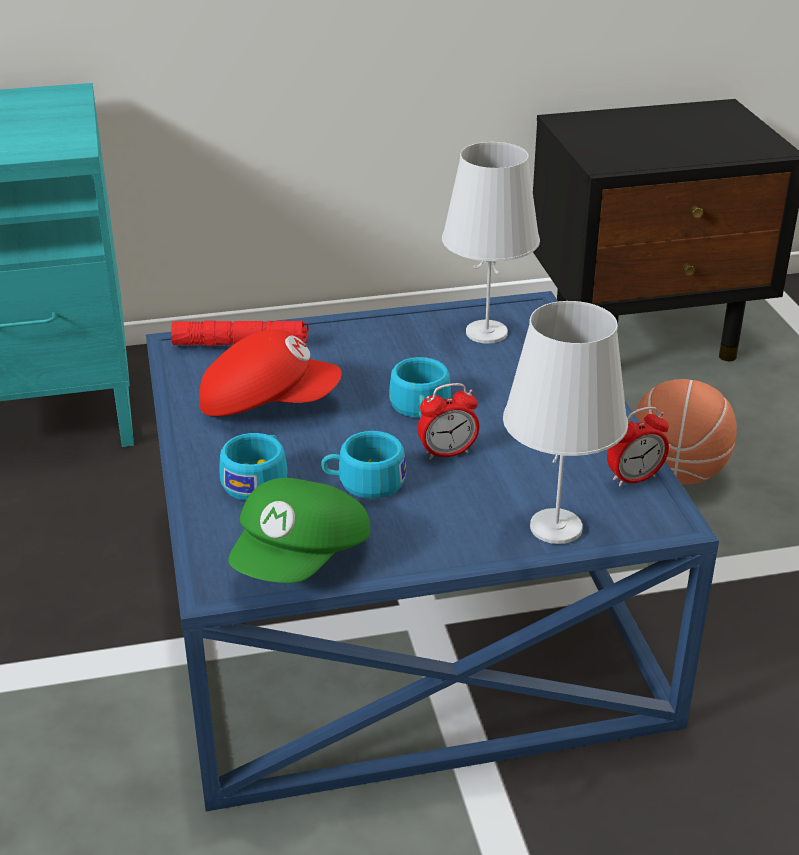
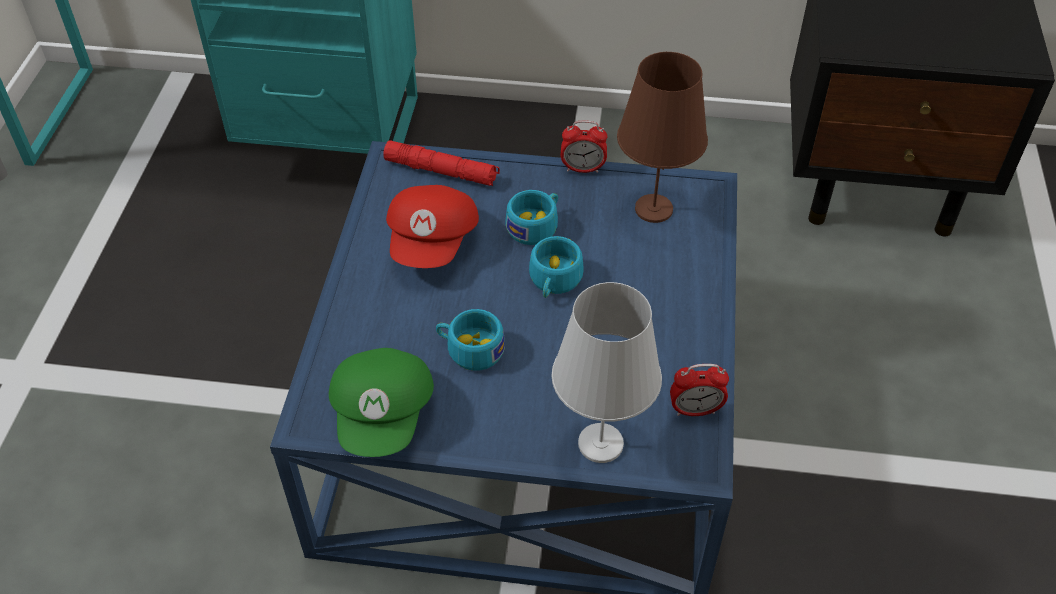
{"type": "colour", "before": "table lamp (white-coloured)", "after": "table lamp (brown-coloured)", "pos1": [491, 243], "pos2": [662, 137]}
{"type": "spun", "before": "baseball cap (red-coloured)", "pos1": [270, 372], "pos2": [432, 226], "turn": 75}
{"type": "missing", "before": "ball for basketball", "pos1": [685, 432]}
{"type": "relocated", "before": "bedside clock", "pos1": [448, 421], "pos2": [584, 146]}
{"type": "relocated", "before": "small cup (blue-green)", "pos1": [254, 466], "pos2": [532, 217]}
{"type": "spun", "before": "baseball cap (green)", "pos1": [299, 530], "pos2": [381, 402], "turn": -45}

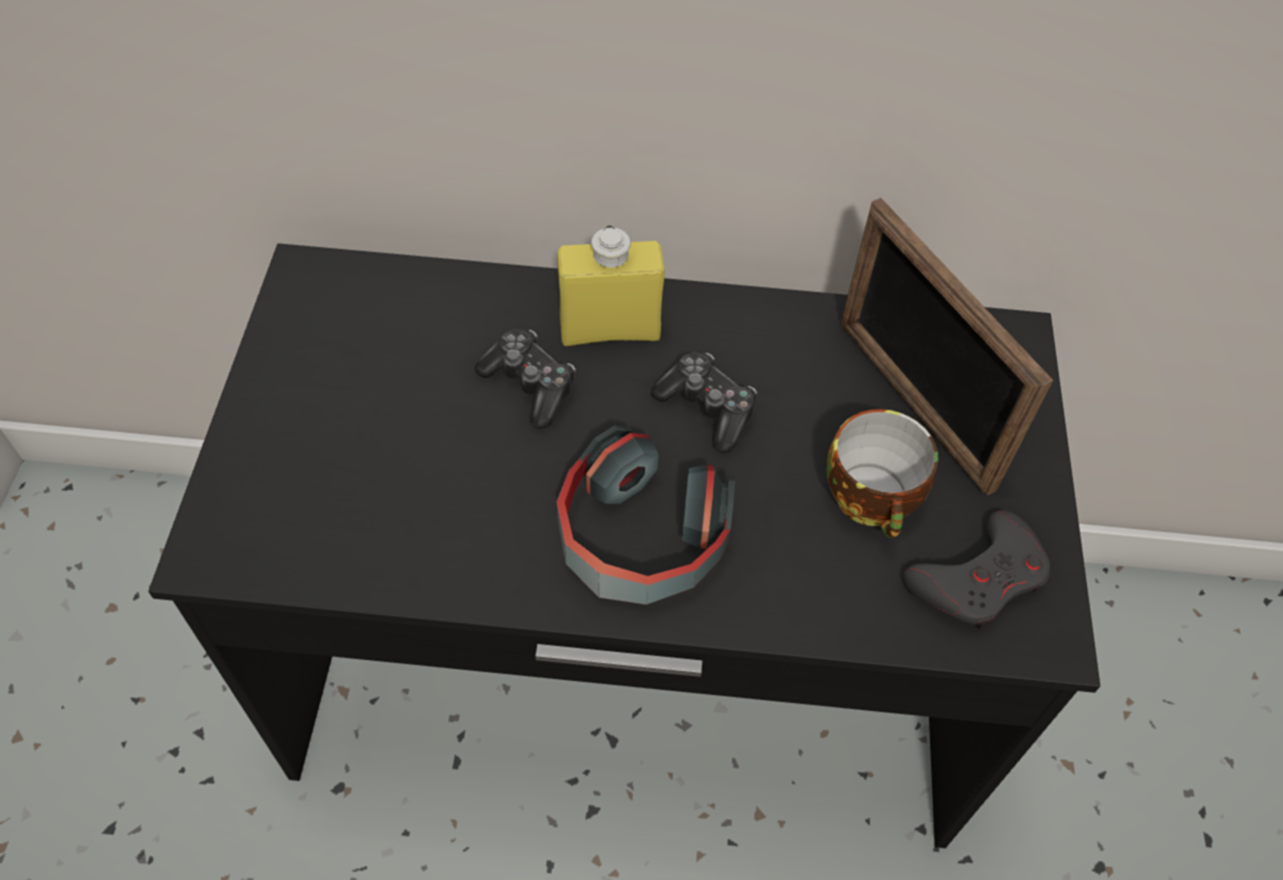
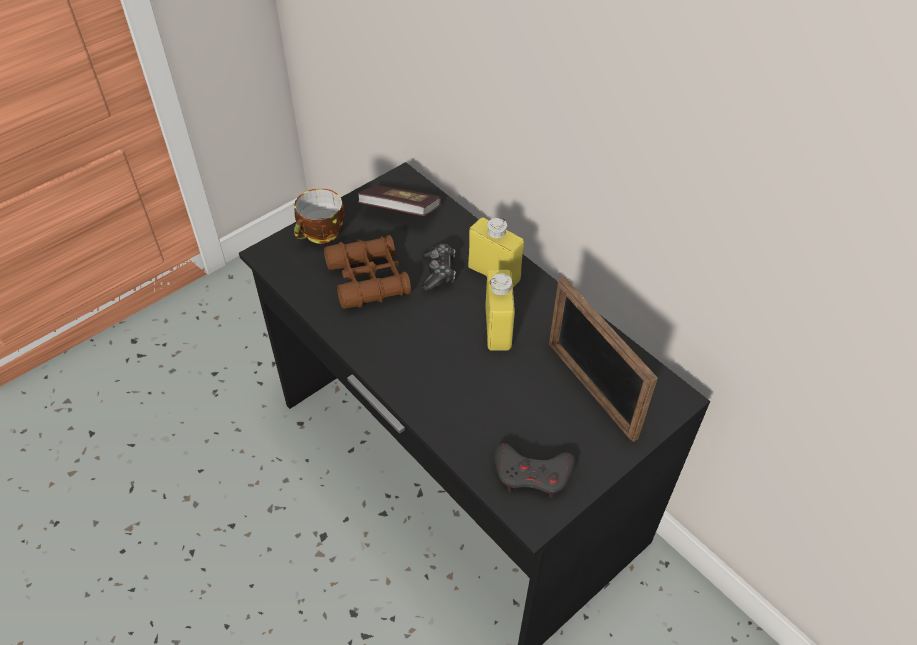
{"type": "spun", "before": "photo frame", "pos1": [947, 347], "pos2": [603, 359], "turn": -45}
{"type": "exchanged", "before": "gamepad", "after": "beverage bottle (yellow-coloured)", "pos1": [704, 402], "pos2": [500, 310]}
{"type": "relocated", "before": "small cup", "pos1": [882, 473], "pos2": [319, 216]}
{"type": "missing", "before": "headphones", "pos1": [645, 515]}
{"type": "appeared", "after": "bound book", "pos2": [399, 200]}
{"type": "appeared", "after": "binoculars (brown-coloured)", "pos2": [367, 271]}

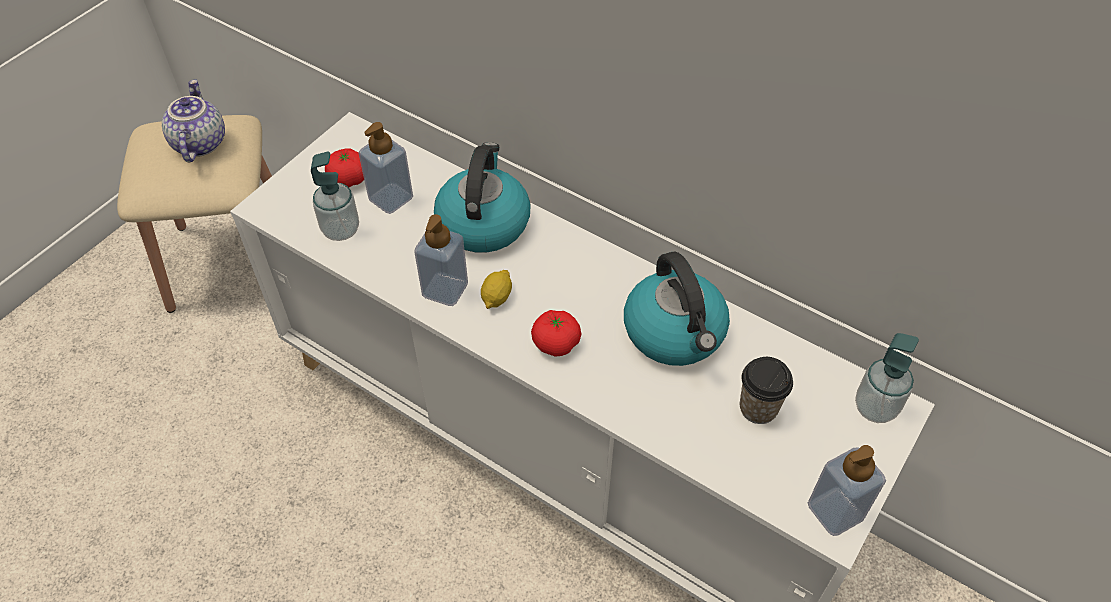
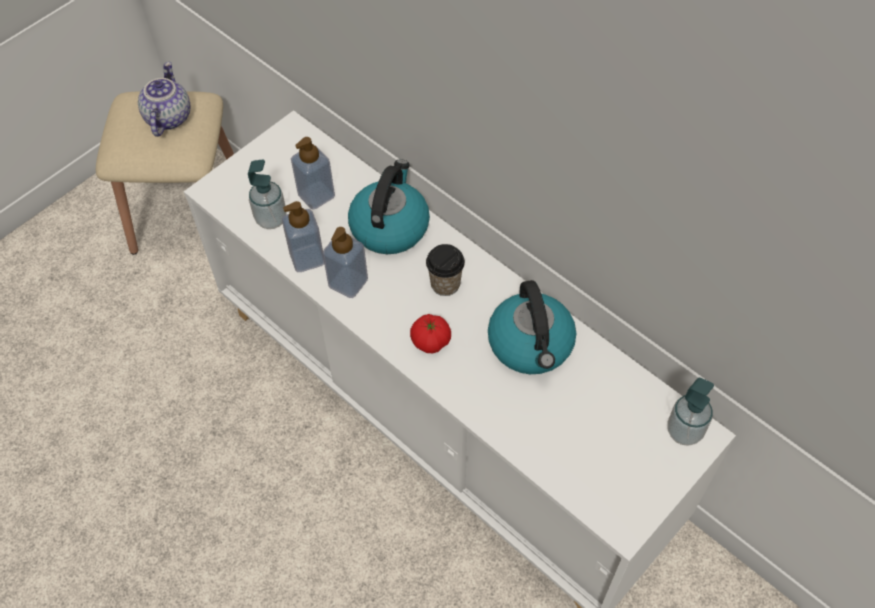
{"type": "missing", "before": "fresh tomato", "pos1": [344, 168]}
{"type": "missing", "before": "citrus fruit", "pos1": [496, 289]}
{"type": "relocated", "before": "small cup", "pos1": [766, 390], "pos2": [445, 270]}
{"type": "relocated", "before": "soap dispenser", "pos1": [847, 490], "pos2": [303, 236]}

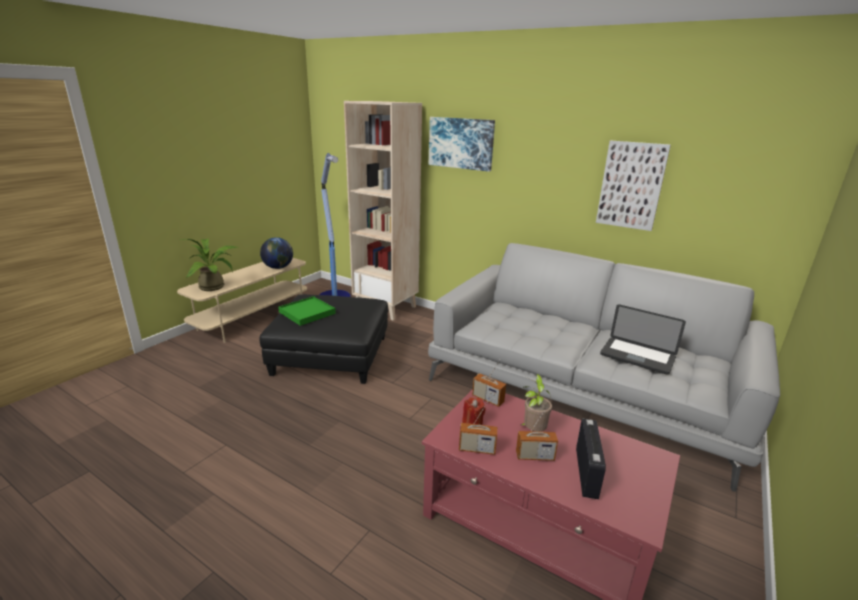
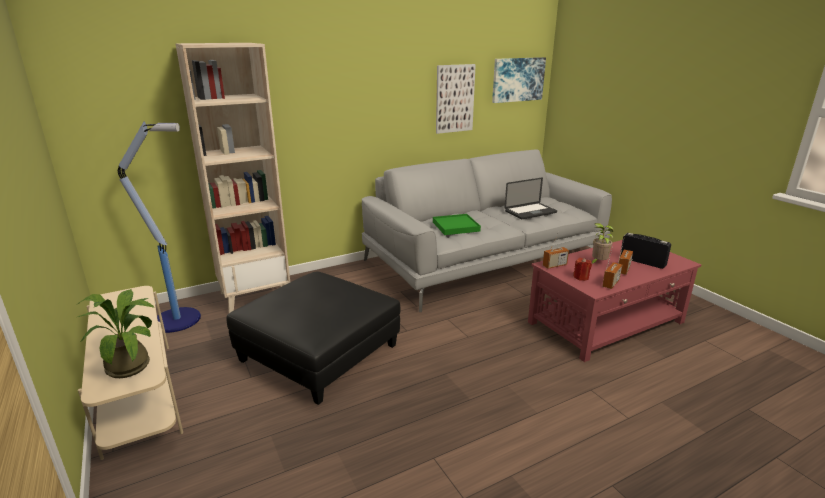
{"type": "relocated", "before": "wall art", "pos1": [462, 144], "pos2": [519, 80]}
{"type": "missing", "before": "desk globe", "pos1": [276, 253]}
{"type": "relocated", "before": "tray (green)", "pos1": [307, 311], "pos2": [457, 224]}

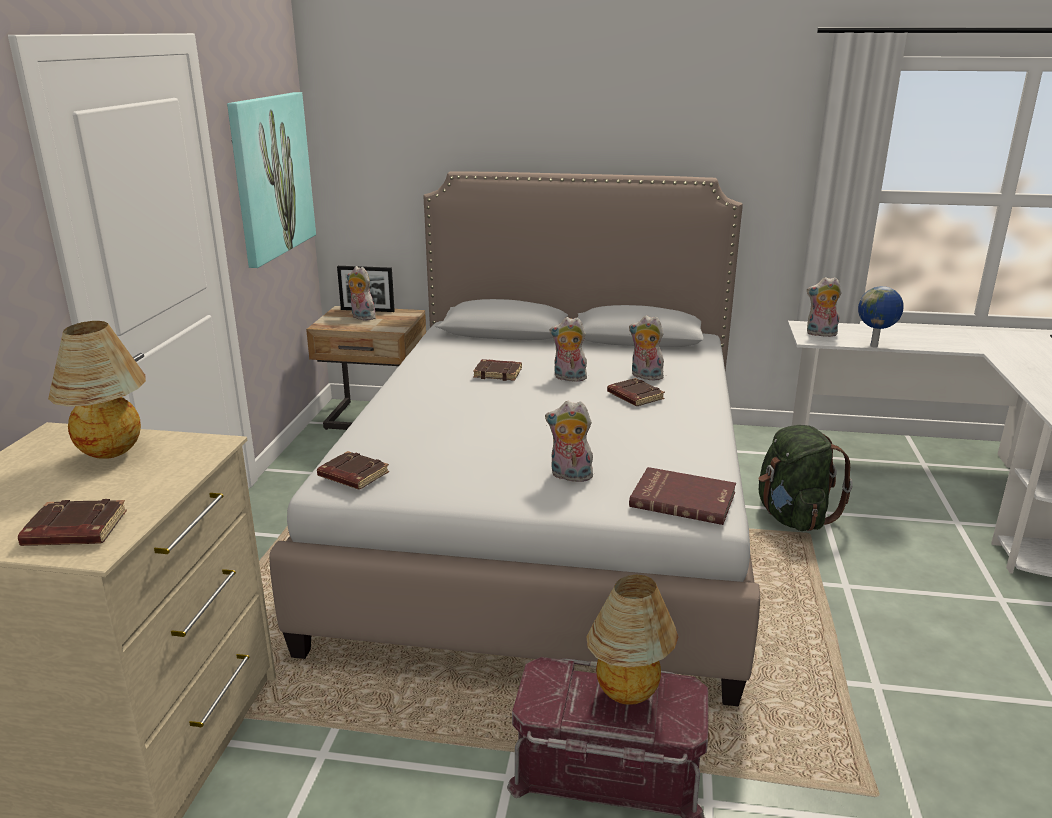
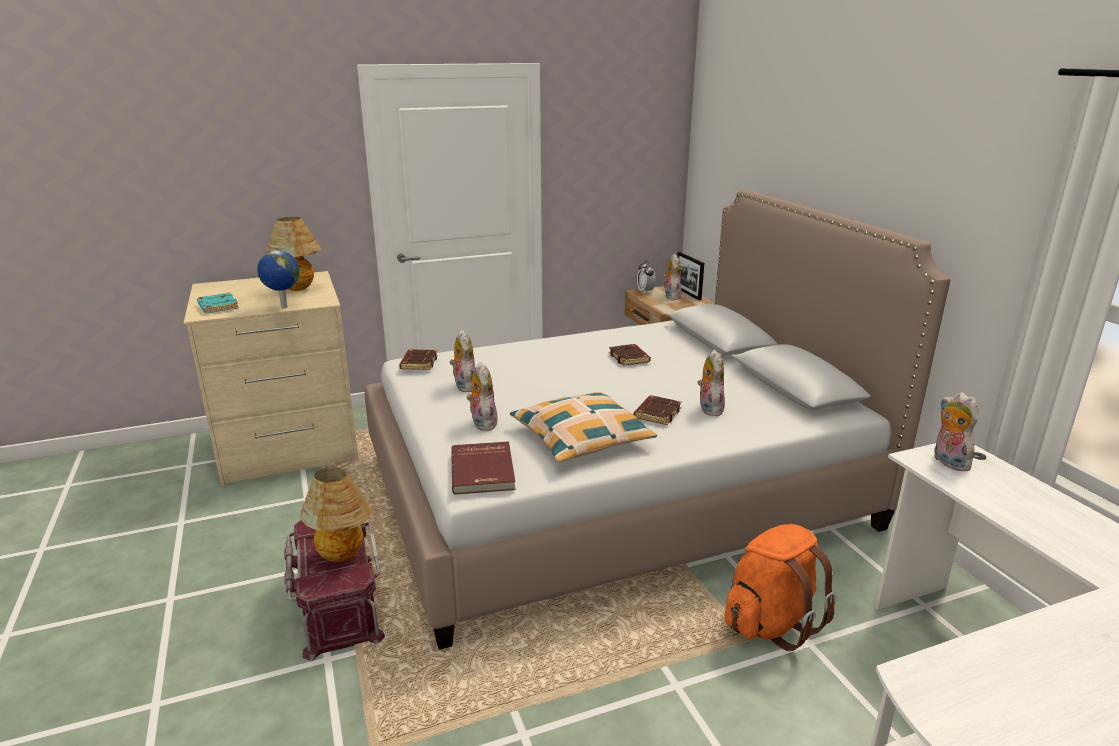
{"type": "missing", "before": "wall art", "pos1": [271, 180]}
{"type": "relocated", "before": "desk globe", "pos1": [881, 316], "pos2": [278, 279]}
{"type": "relocated", "before": "cuddly toy", "pos1": [568, 349], "pos2": [462, 361]}
{"type": "colour", "before": "rucksack (green)", "after": "rucksack (orange-coloured)", "pos1": [806, 478], "pos2": [780, 587]}
{"type": "colour", "before": "bound book (brown-coloured)", "after": "bound book (blue-green)", "pos1": [72, 522], "pos2": [218, 303]}
{"type": "appeared", "after": "bedside clock", "pos2": [646, 277]}
{"type": "appeared", "after": "cushion", "pos2": [583, 427]}

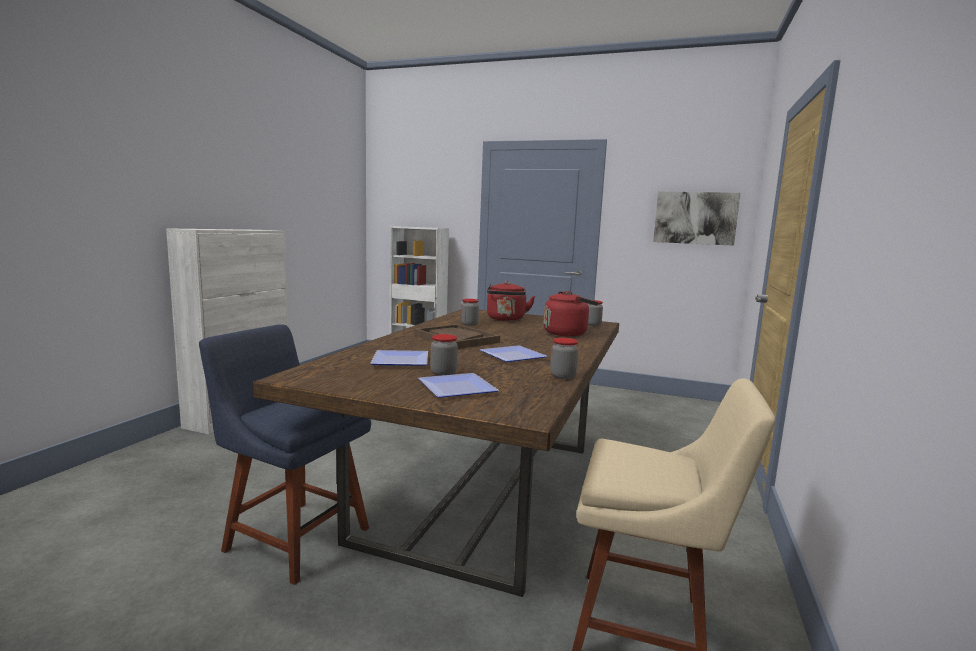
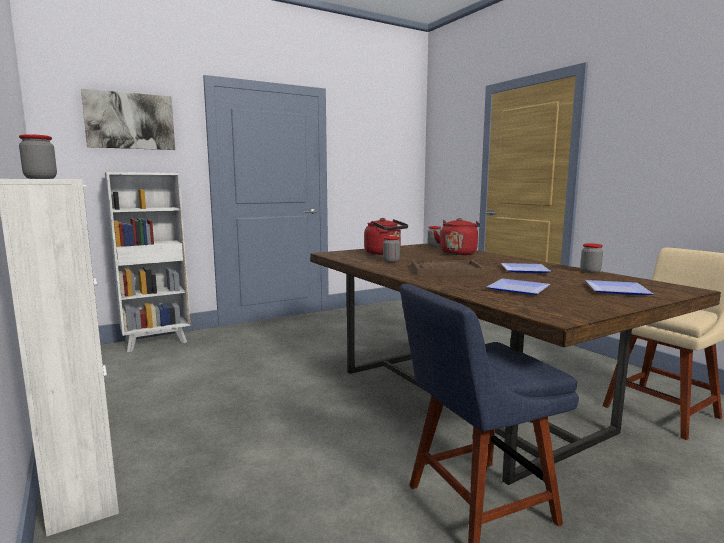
{"type": "relocated", "before": "wall art", "pos1": [697, 218], "pos2": [128, 119]}
{"type": "relocated", "before": "preserve jar", "pos1": [444, 355], "pos2": [38, 156]}

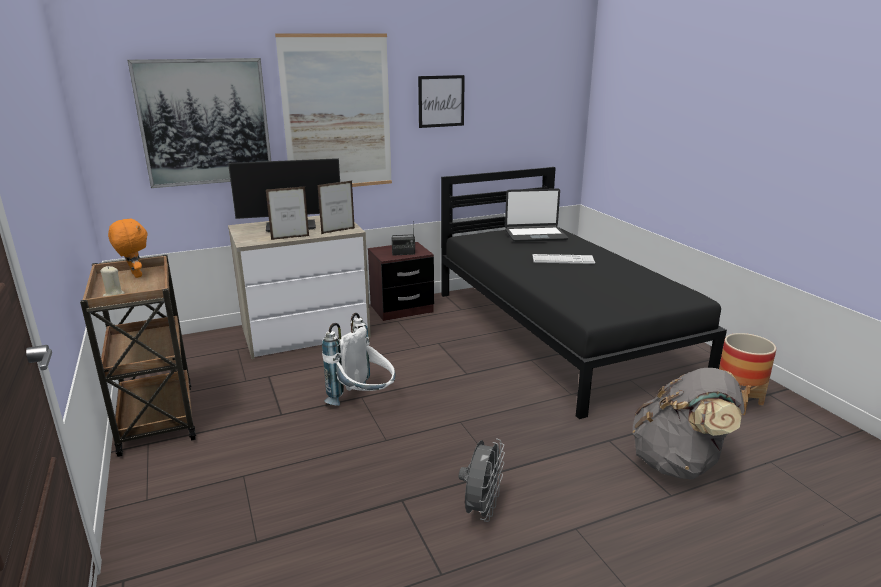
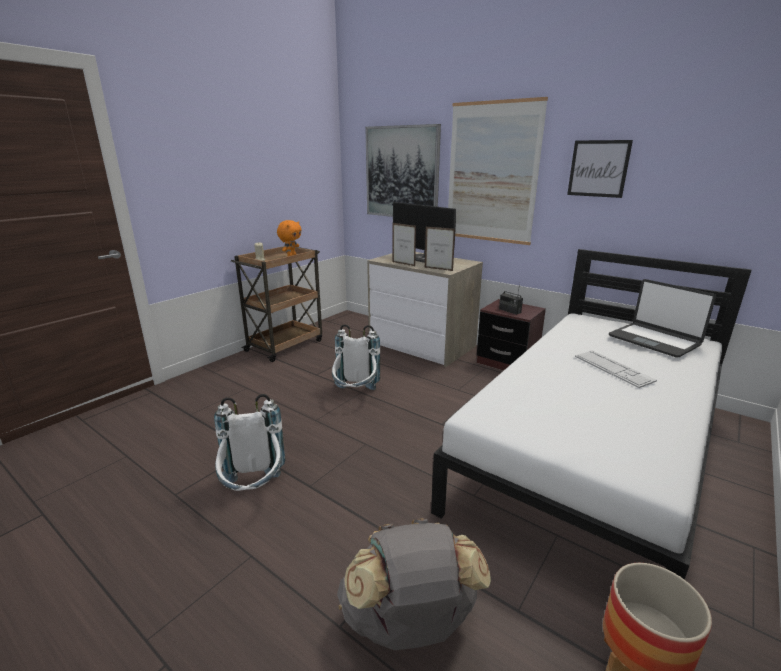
{"type": "colour", "before": "sleeping bed (blackish)", "after": "sleeping bed (white-coloured)", "pos1": [584, 293], "pos2": [591, 414]}
{"type": "exchanged", "before": "cooling fan (grey)", "after": "rucksack (white-coloured)", "pos1": [482, 480], "pos2": [249, 442]}

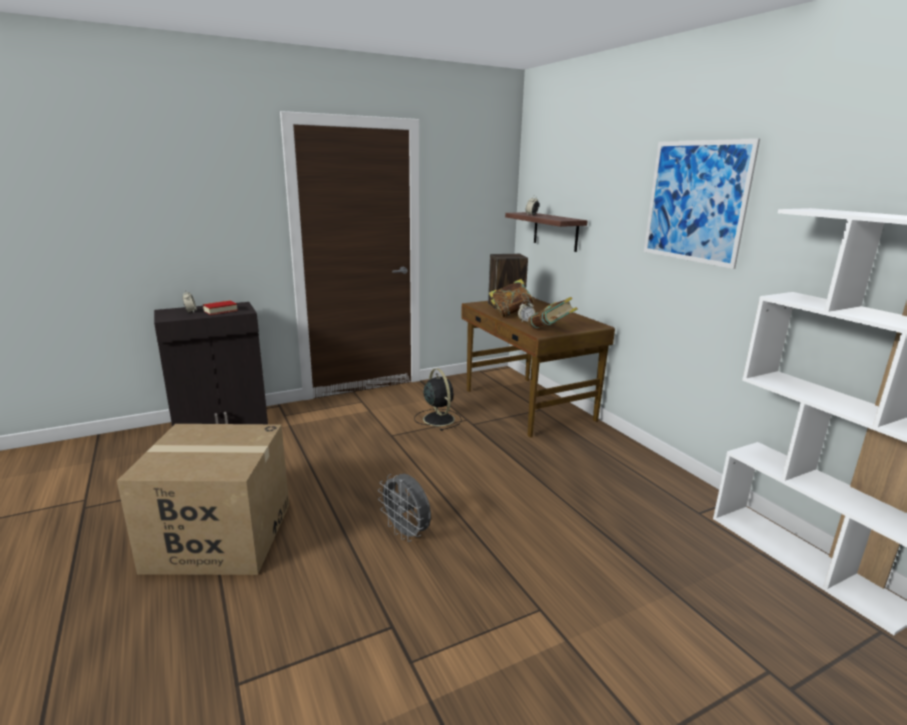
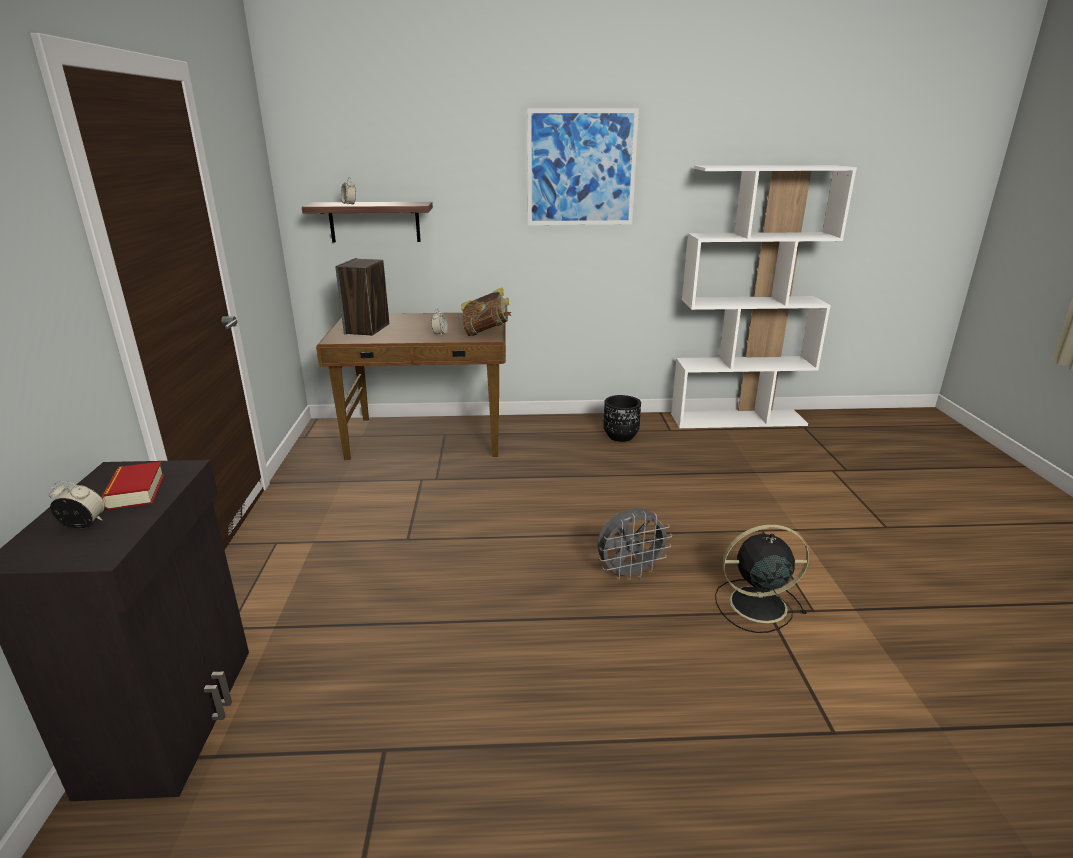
{"type": "missing", "before": "bound book", "pos1": [512, 298]}
{"type": "relocated", "before": "cooling fan (blackish)", "pos1": [438, 399], "pos2": [762, 578]}
{"type": "missing", "before": "cardboard box", "pos1": [203, 499]}
{"type": "appeared", "after": "plant pot (blackish)", "pos2": [622, 418]}

